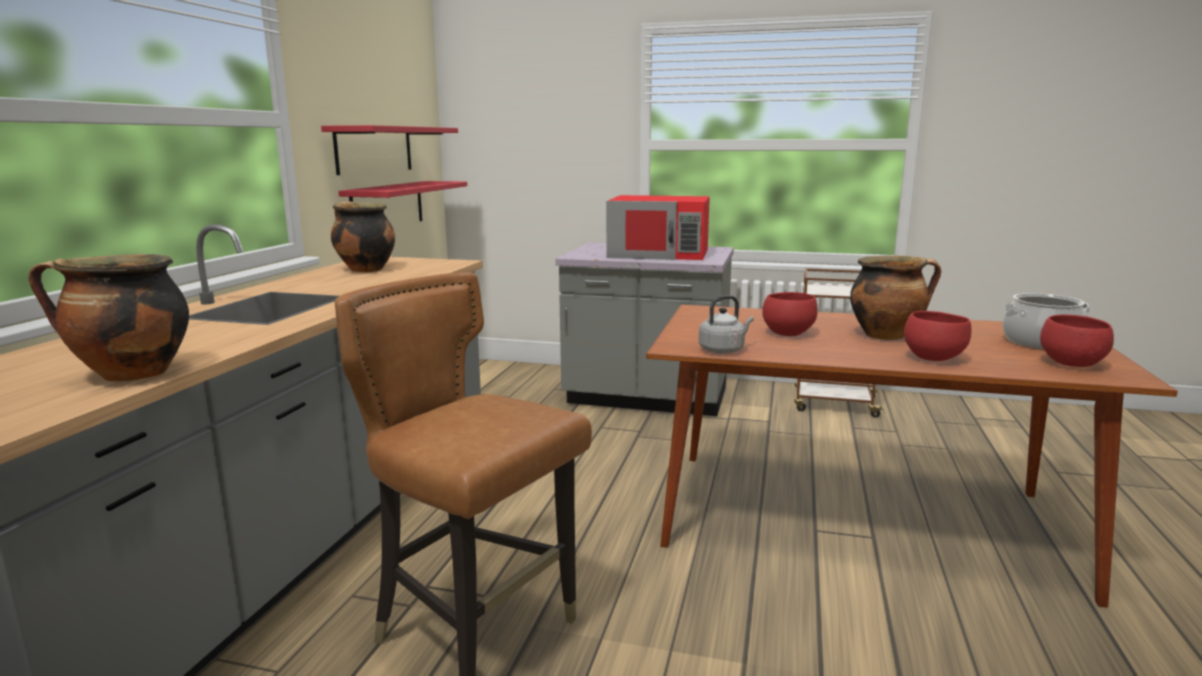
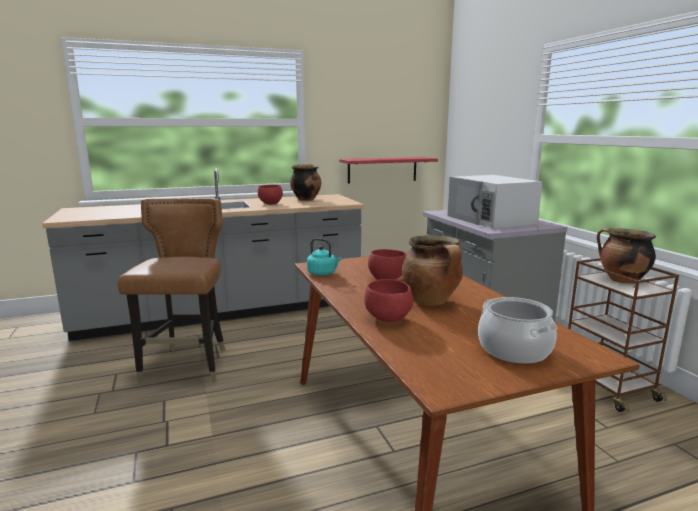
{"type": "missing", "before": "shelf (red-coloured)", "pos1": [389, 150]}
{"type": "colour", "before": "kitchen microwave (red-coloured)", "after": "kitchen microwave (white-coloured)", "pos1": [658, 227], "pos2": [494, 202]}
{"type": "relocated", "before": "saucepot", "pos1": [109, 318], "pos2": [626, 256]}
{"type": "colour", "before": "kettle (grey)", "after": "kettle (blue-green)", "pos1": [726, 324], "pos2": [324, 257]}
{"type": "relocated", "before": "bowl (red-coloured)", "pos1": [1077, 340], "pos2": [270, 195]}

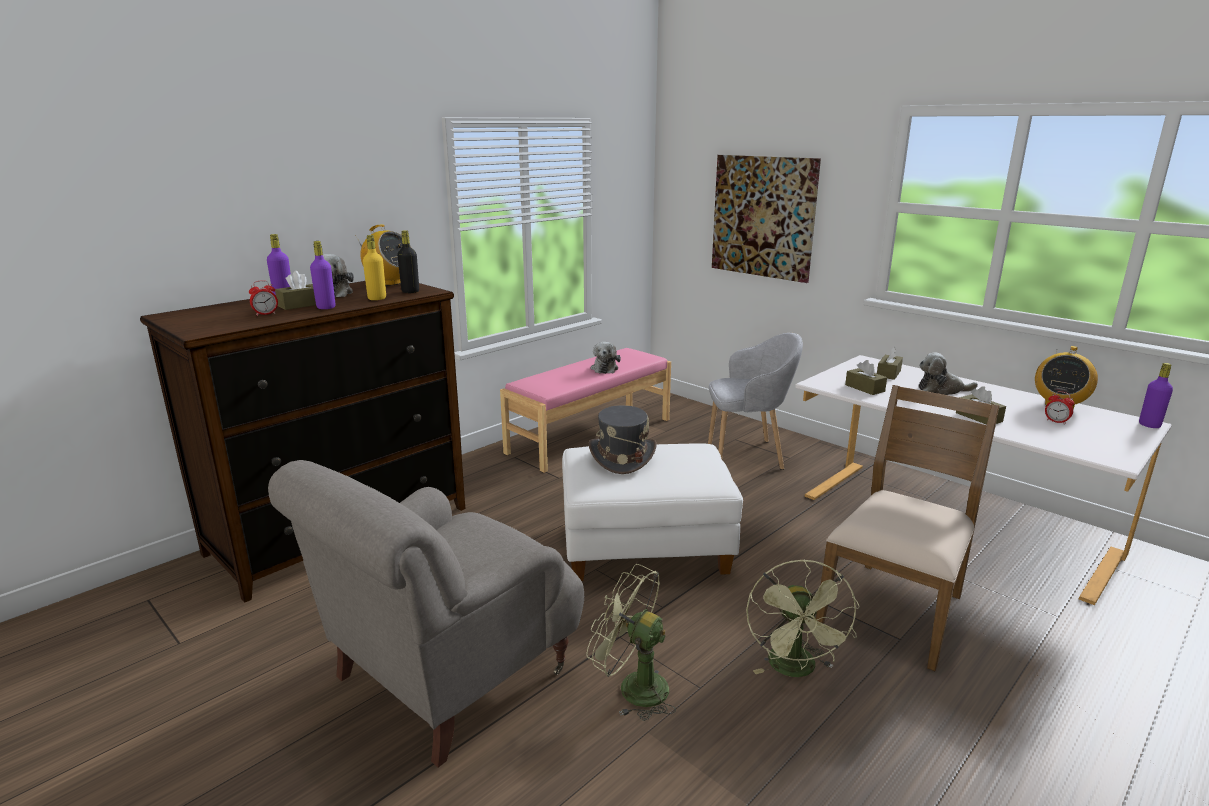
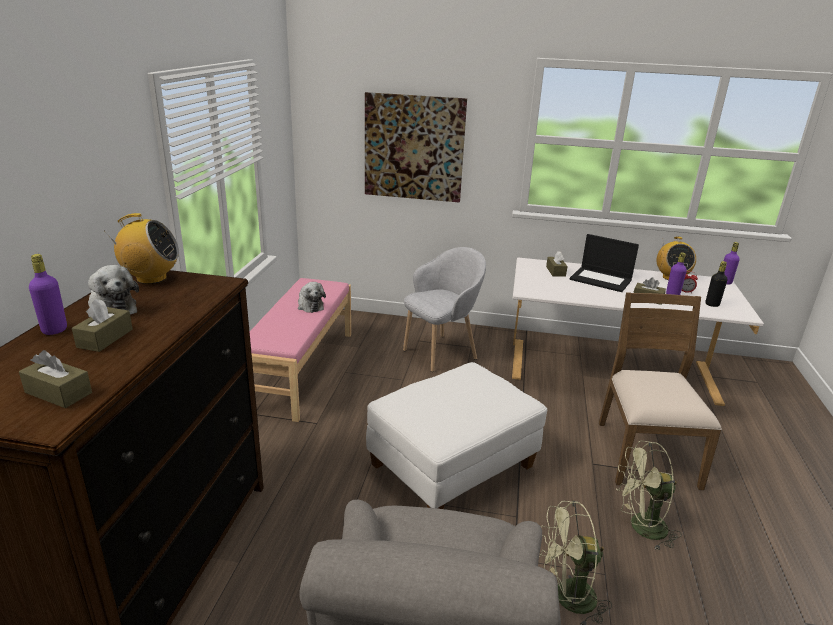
{"type": "relocated", "before": "beverage bottle (blackish)", "pos1": [408, 261], "pos2": [716, 284]}
{"type": "missing", "before": "beverage bottle (yellow-coloured)", "pos1": [374, 267]}
{"type": "relocated", "before": "beverage bottle (purplish)", "pos1": [322, 275], "pos2": [676, 273]}
{"type": "missing", "before": "bedside clock", "pos1": [263, 298]}
{"type": "exchanged", "before": "cuddly toy", "after": "laptop", "pos1": [948, 373], "pos2": [604, 263]}
{"type": "relocated", "before": "box of tissues (brown-coloured)", "pos1": [866, 377], "pos2": [55, 379]}
{"type": "missing", "before": "clothing hat (grey)", "pos1": [623, 439]}
{"type": "spun", "before": "cooling fan (green)", "pos1": [803, 618], "pos2": [649, 496], "turn": 120}

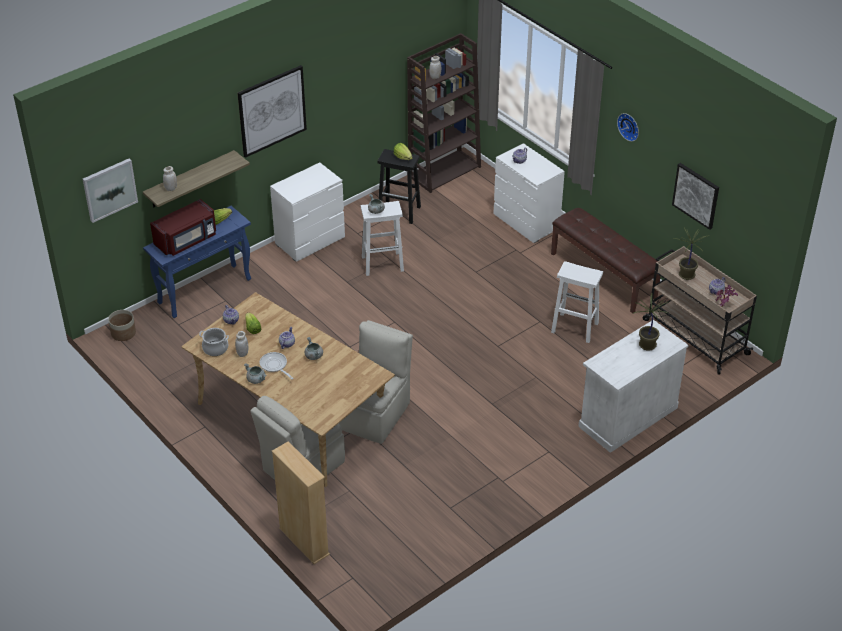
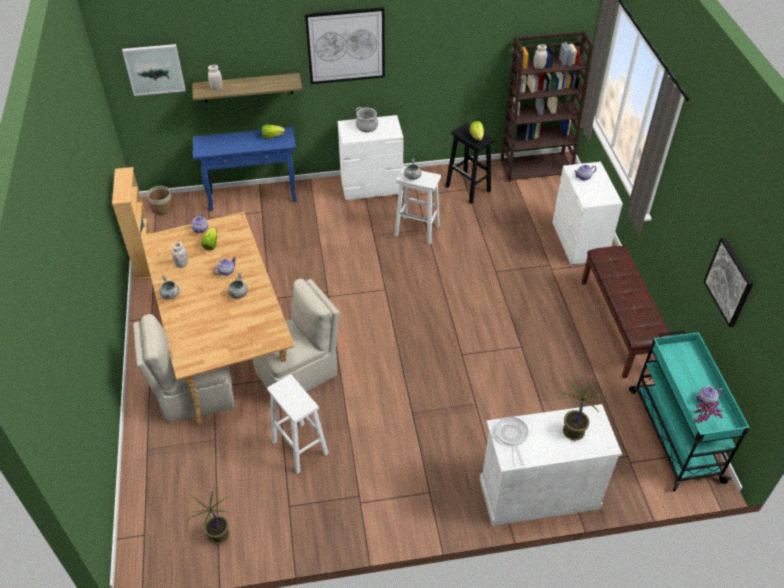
{"type": "missing", "before": "hanging clock", "pos1": [628, 127]}
{"type": "missing", "before": "kitchen microwave (red-coloured)", "pos1": [183, 227]}
{"type": "relocated", "before": "potted plant", "pos1": [691, 254], "pos2": [208, 515]}
{"type": "colour", "before": "wheeled cart (beige)", "after": "wheeled cart (blue-green)", "pos1": [700, 310], "pos2": [689, 410]}
{"type": "relocated", "before": "stool (white-coloured)", "pos1": [577, 302], "pos2": [298, 424]}
{"type": "relocated", "before": "saucepot", "pos1": [214, 342], "pos2": [366, 119]}
{"type": "relocated", "before": "frying pan", "pos1": [276, 365], "pos2": [512, 441]}
{"type": "relocated", "before": "shelving unit (beige)", "pos1": [301, 502], "pos2": [131, 223]}

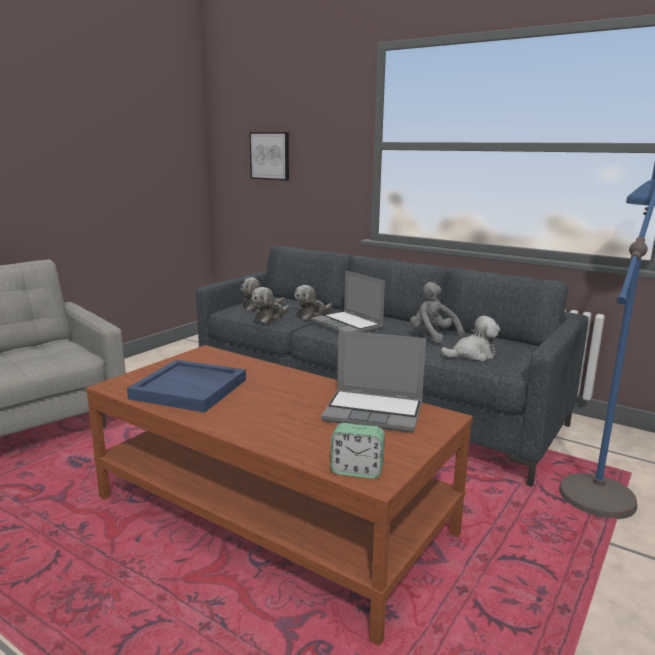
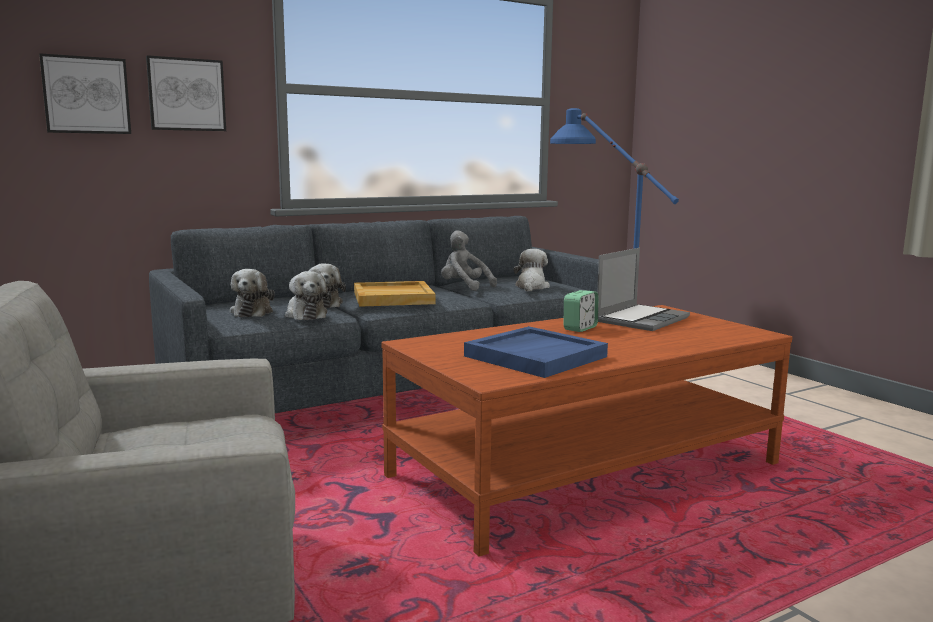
{"type": "exchanged", "before": "laptop", "after": "tray (beige)", "pos1": [348, 301], "pos2": [395, 294]}
{"type": "spun", "before": "cuddly toy (grey)", "pos1": [437, 312], "pos2": [469, 260], "turn": 45}
{"type": "relocated", "before": "bedside clock", "pos1": [357, 451], "pos2": [581, 311]}
{"type": "appeared", "after": "wall art", "pos2": [186, 93]}

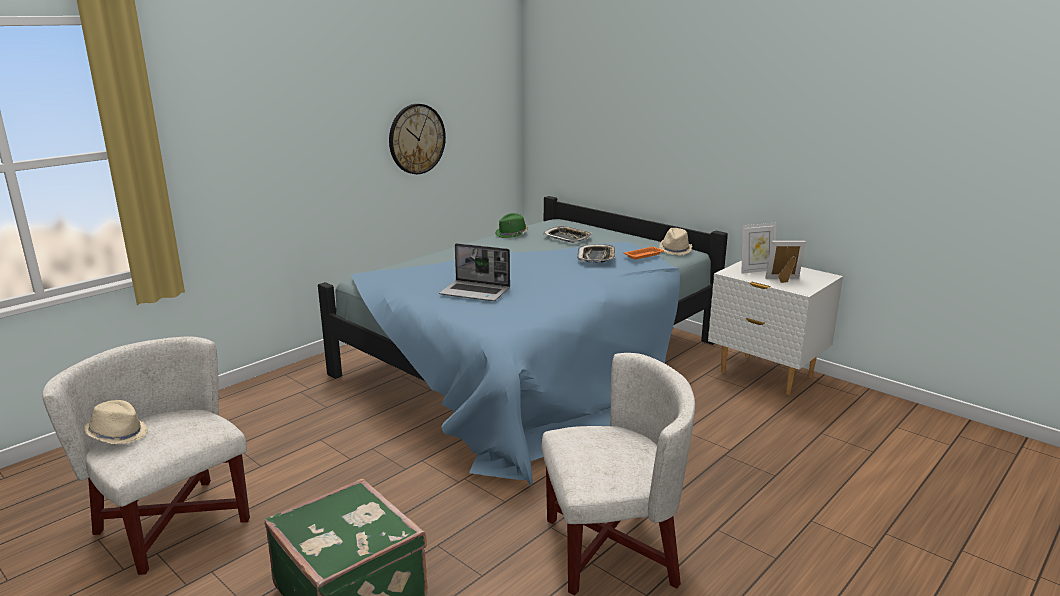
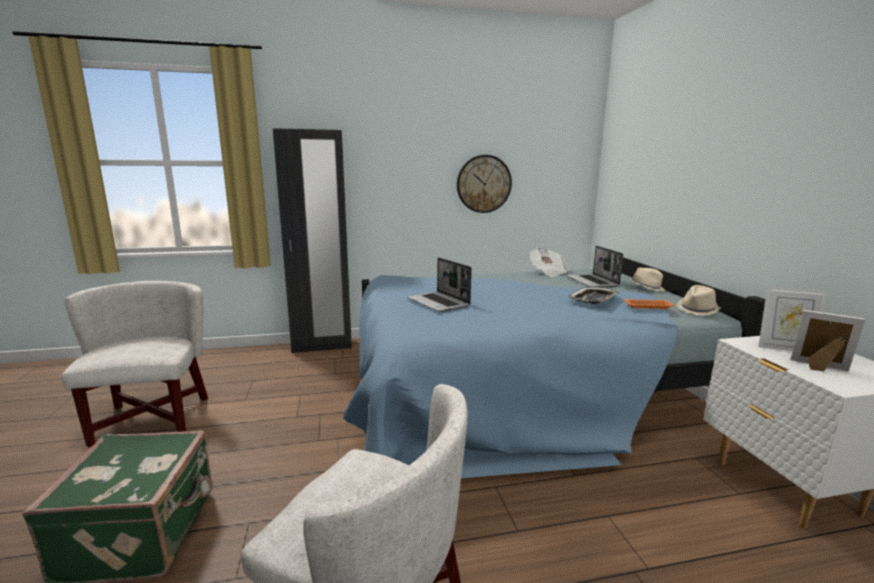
{"type": "exchanged", "before": "clothing hat (green)", "after": "newspaper", "pos1": [511, 225], "pos2": [548, 262]}
{"type": "exchanged", "before": "tray", "after": "laptop", "pos1": [567, 234], "pos2": [595, 267]}
{"type": "relocated", "before": "clothing hat (beige)", "pos1": [116, 422], "pos2": [647, 279]}
{"type": "appeared", "after": "wardrobe (blackish)", "pos2": [312, 240]}

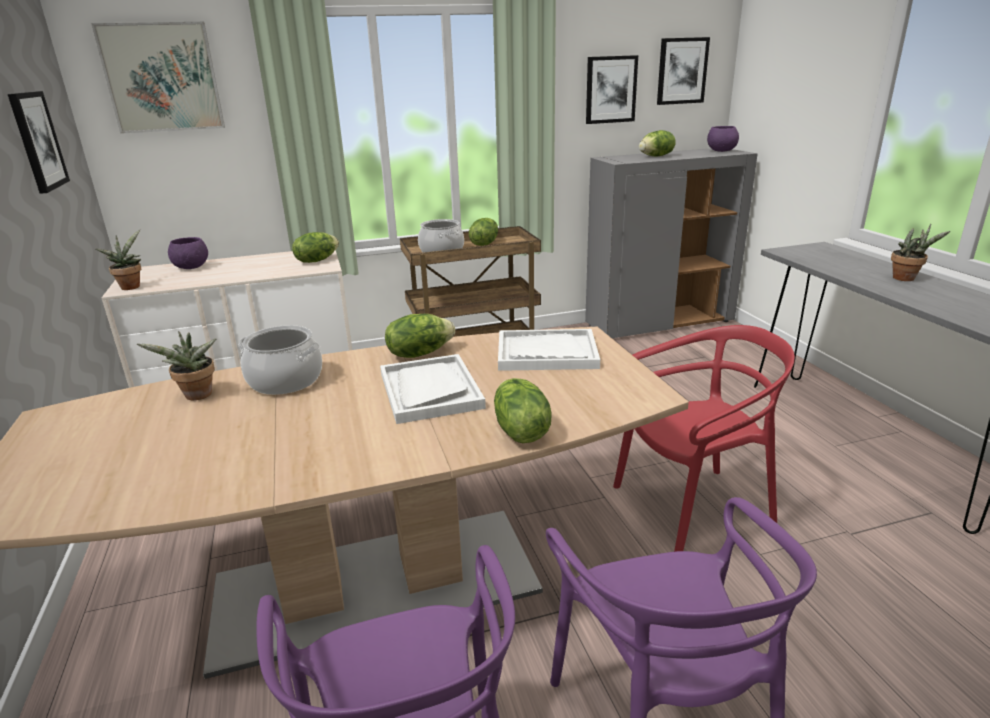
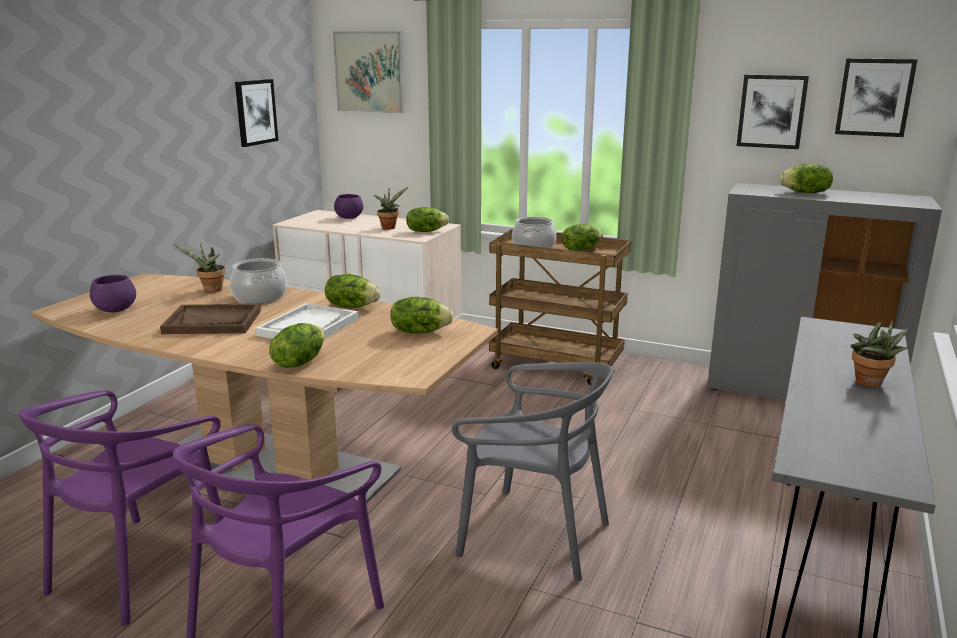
{"type": "relocated", "before": "bowl (purplish)", "pos1": [723, 139], "pos2": [113, 293]}
{"type": "relocated", "before": "potted plant", "pos1": [118, 260], "pos2": [391, 208]}
{"type": "colour", "before": "plain chair (red-coloured)", "after": "plain chair (grey)", "pos1": [704, 438], "pos2": [532, 471]}
{"type": "exchanged", "before": "tray (white-coloured)", "after": "lettuce", "pos1": [549, 350], "pos2": [422, 315]}
{"type": "appeared", "after": "tray (brown-coloured)", "pos2": [210, 319]}

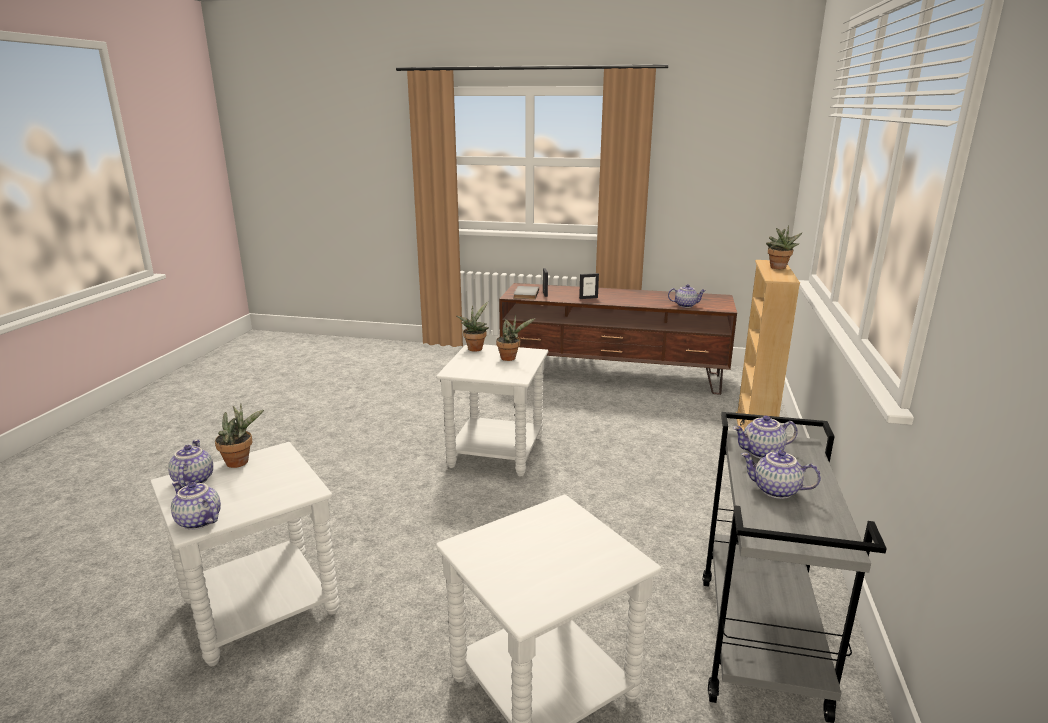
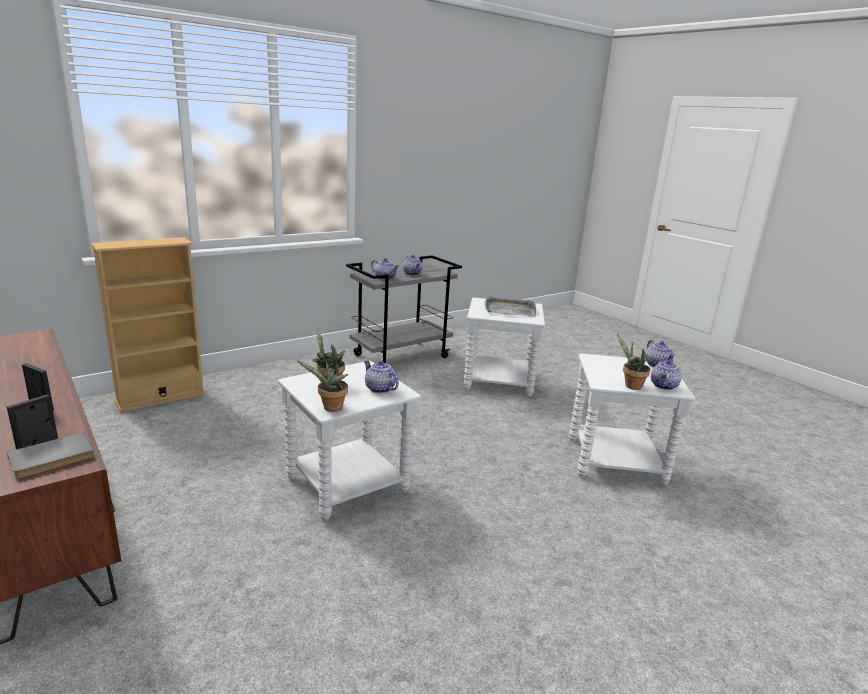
{"type": "missing", "before": "potted plant", "pos1": [784, 247]}
{"type": "relocated", "before": "teapot", "pos1": [687, 296], "pos2": [381, 376]}
{"type": "appeared", "after": "tray (grey)", "pos2": [510, 306]}

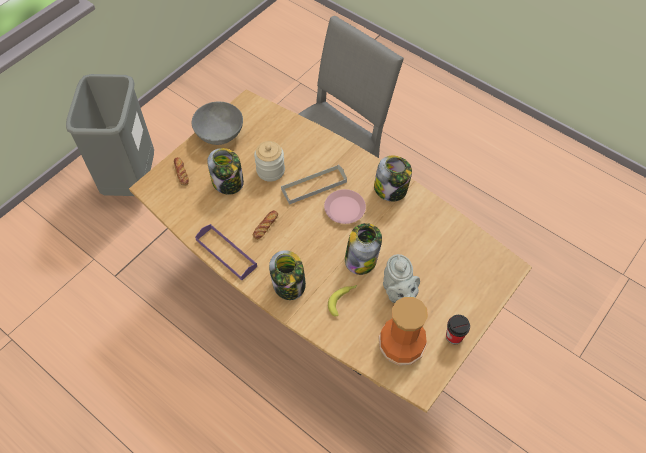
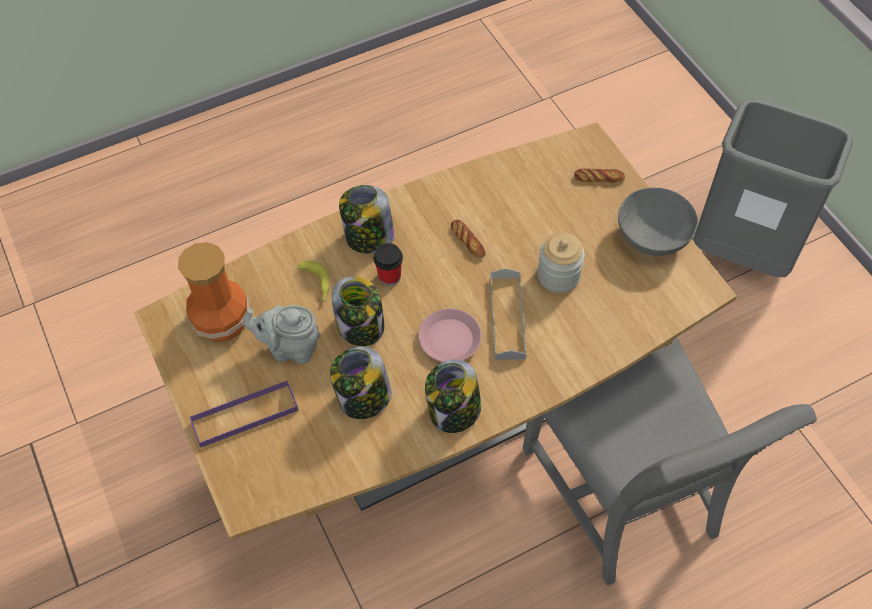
{"type": "relocated", "before": "preserve jar", "pos1": [225, 171], "pos2": [360, 383]}
{"type": "relocated", "before": "tray (purplish)", "pos1": [226, 252], "pos2": [244, 414]}
{"type": "relocated", "before": "small cup", "pos1": [458, 329], "pos2": [388, 264]}

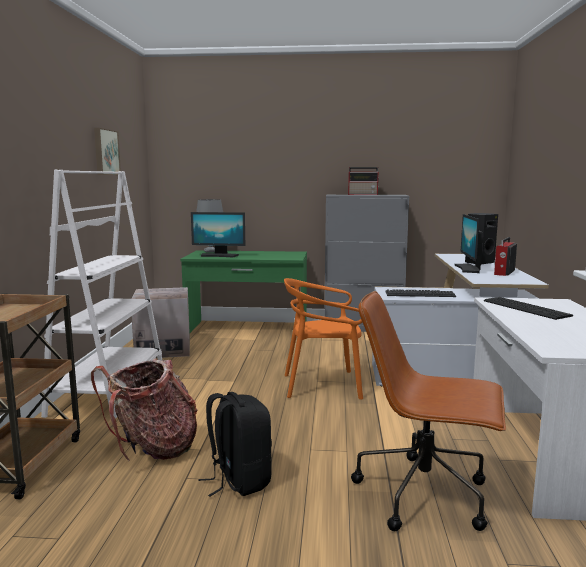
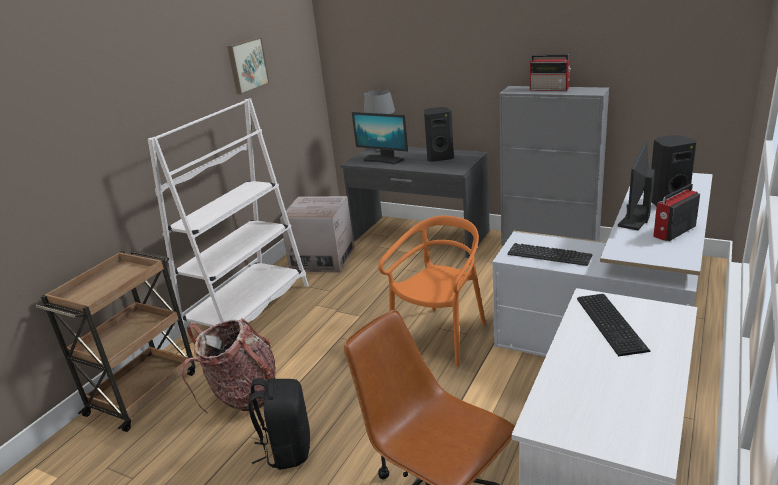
{"type": "colour", "before": "desk table (green)", "after": "desk table (grey)", "pos1": [243, 291], "pos2": [415, 202]}
{"type": "spun", "before": "plain chair (orange-coloured)", "pos1": [323, 339], "pos2": [432, 291], "turn": 105}
{"type": "appeared", "after": "audio speaker (blackish)", "pos2": [439, 134]}

